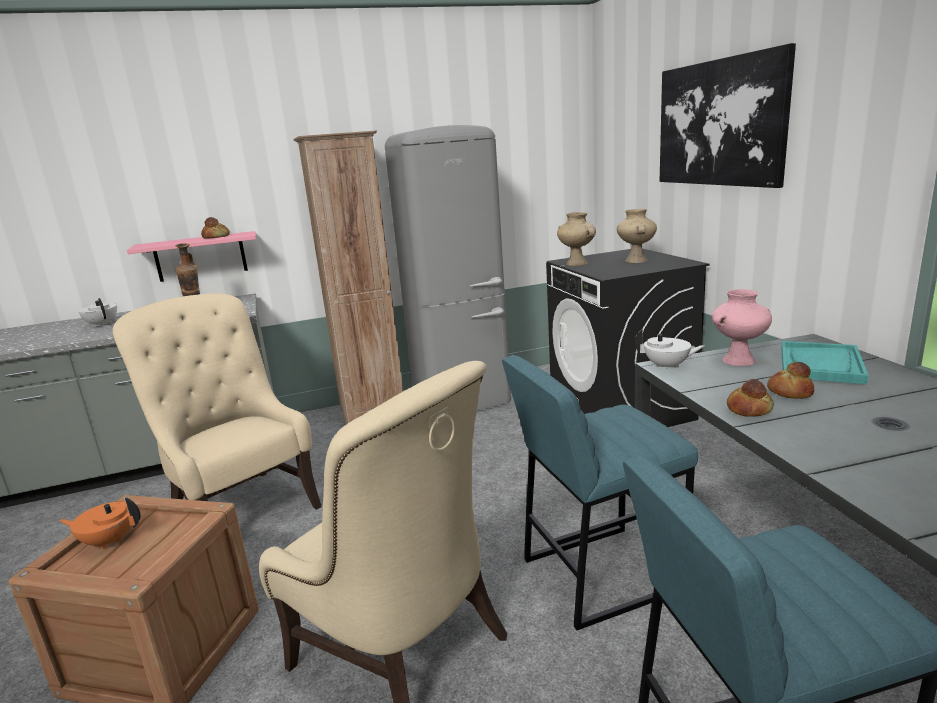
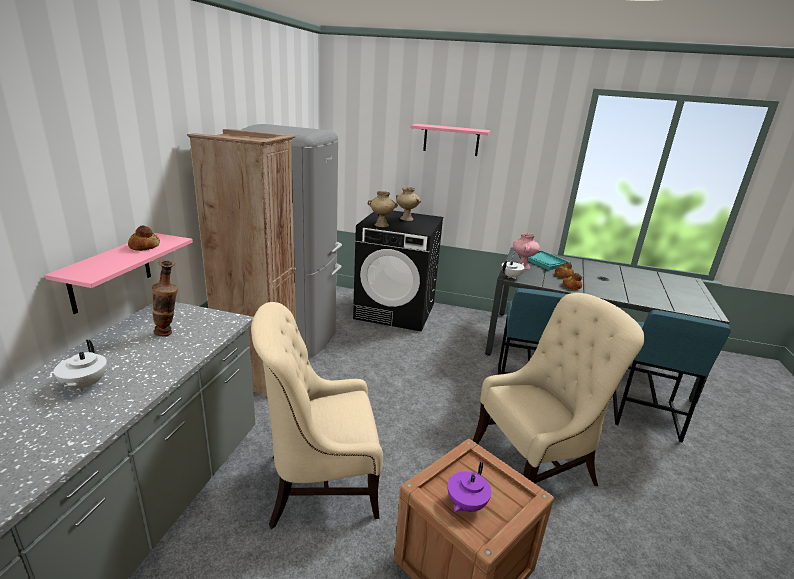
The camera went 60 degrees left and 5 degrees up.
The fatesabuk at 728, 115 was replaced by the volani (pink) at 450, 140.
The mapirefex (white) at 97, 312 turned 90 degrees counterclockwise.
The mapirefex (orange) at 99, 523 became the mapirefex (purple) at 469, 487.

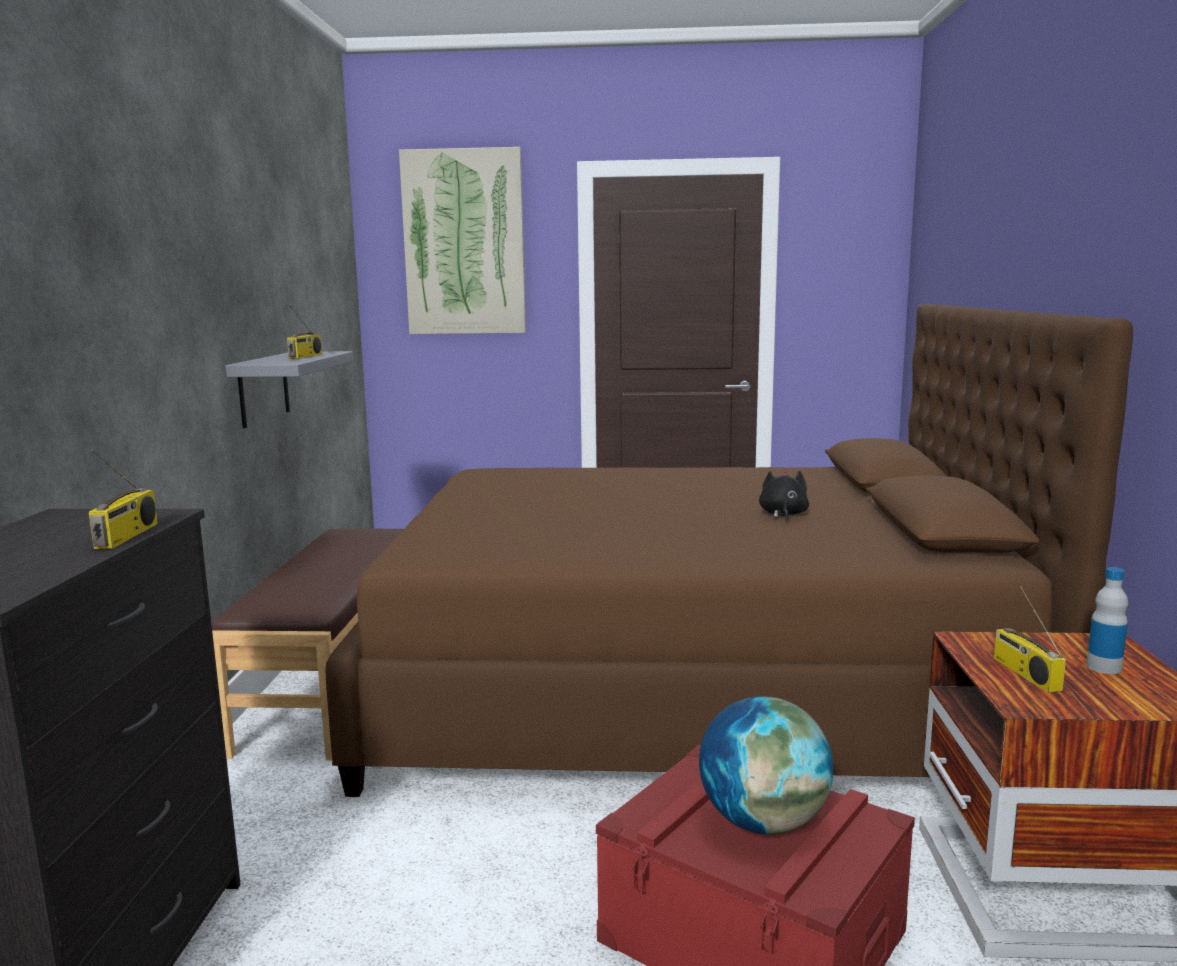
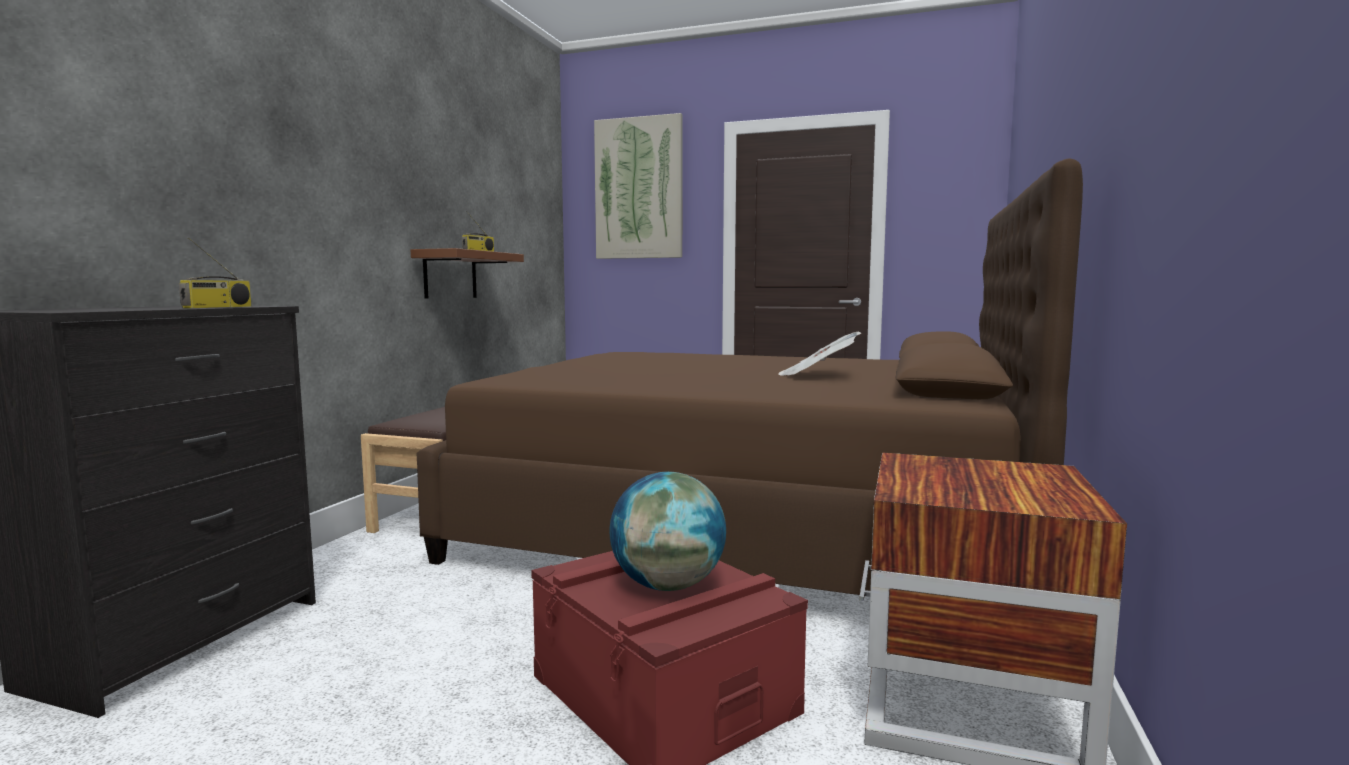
The camera went 15 degrees right and 5 degrees down.
The volani (grey) at 289, 389 became the volani (brown) at 467, 273.
The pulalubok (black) at 784, 496 was replaced by the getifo at 819, 354.
The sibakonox at 1107, 620 disappeared.
The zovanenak at 1030, 639 disappeared.

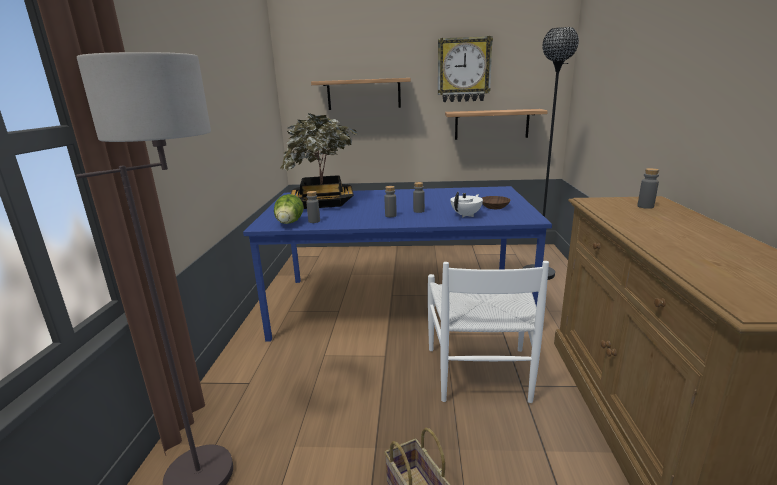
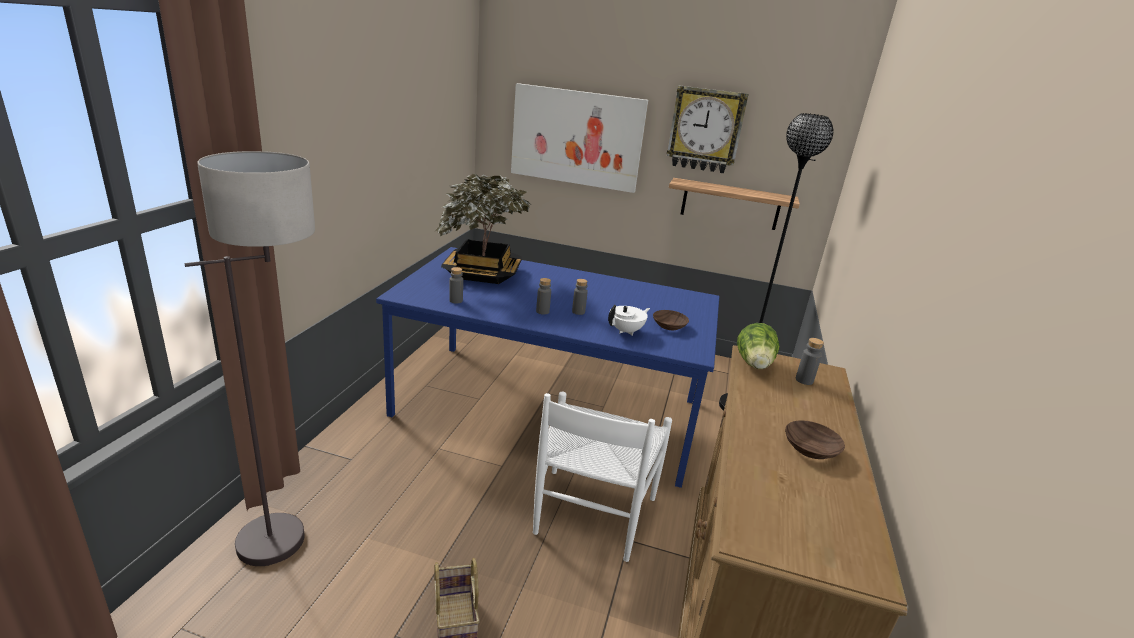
The camera went 10 degrees right and 5 degrees up.
The volani at 361, 94 was replaced by the fatesabuk at 579, 138.
The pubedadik moved from 289, 209 to 758, 346.
The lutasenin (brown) at 815, 439 appeared.

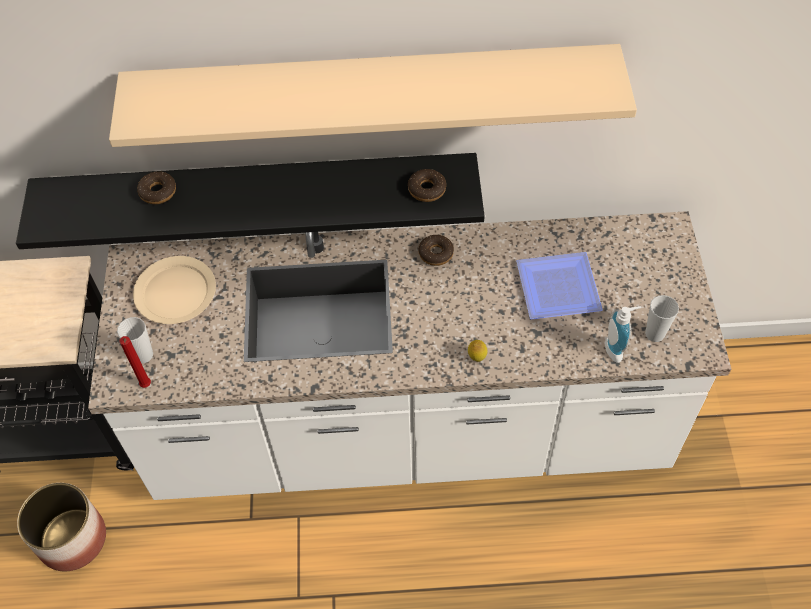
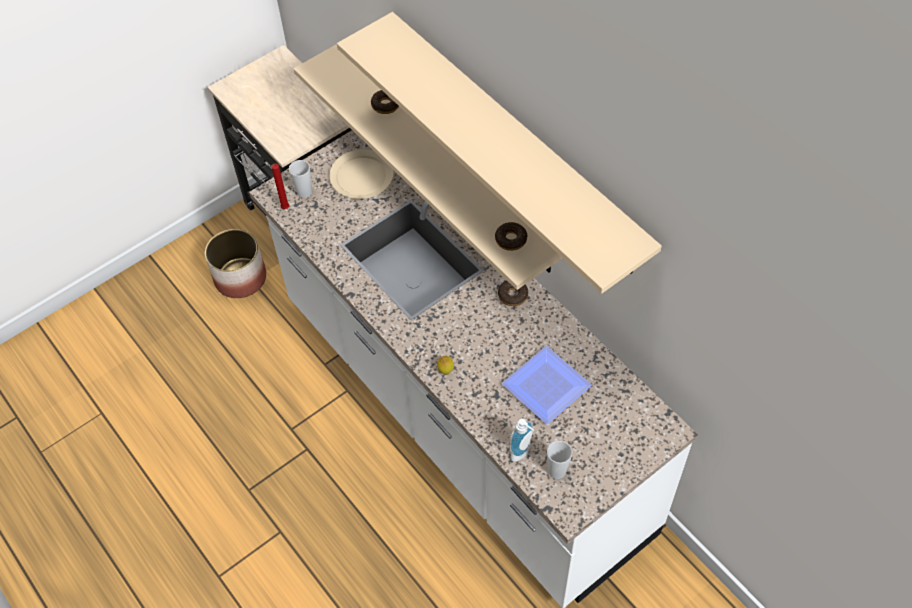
The camera went 55 degrees right and 0 degrees up.
The volani (black) at 250, 201 became the volani (beige) at 428, 167.

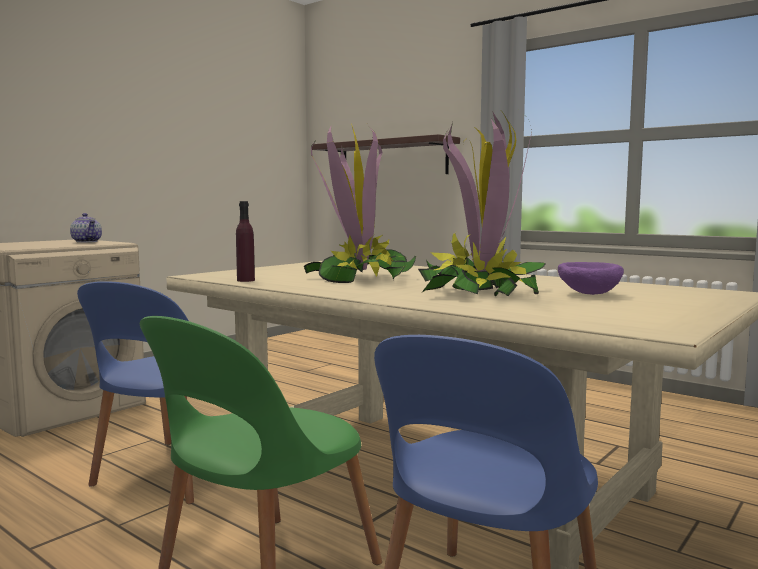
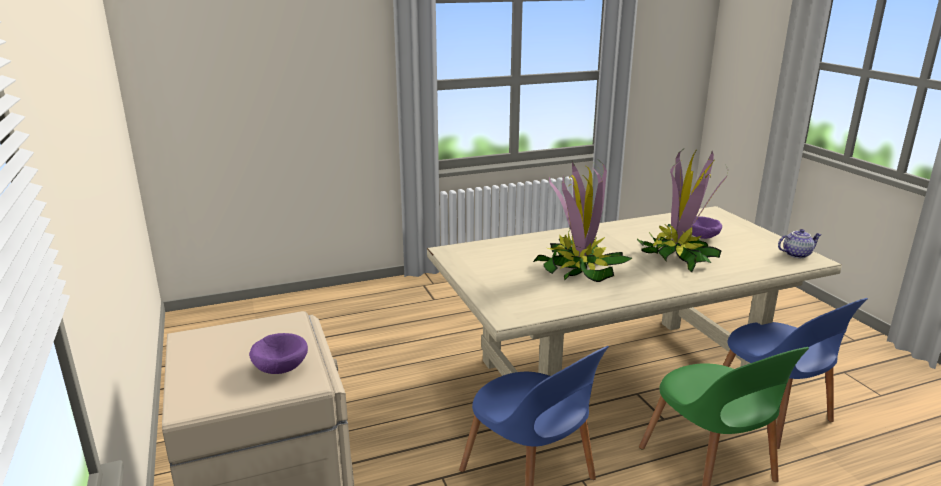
The camera went 60 degrees left and 15 degrees up.
The volani at 386, 154 disappeared.
The sibakonox (purple) at 245, 241 disappeared.
The mapirefex moved from 86, 228 to 800, 243.
The lutasenin (purple) at 278, 353 appeared.

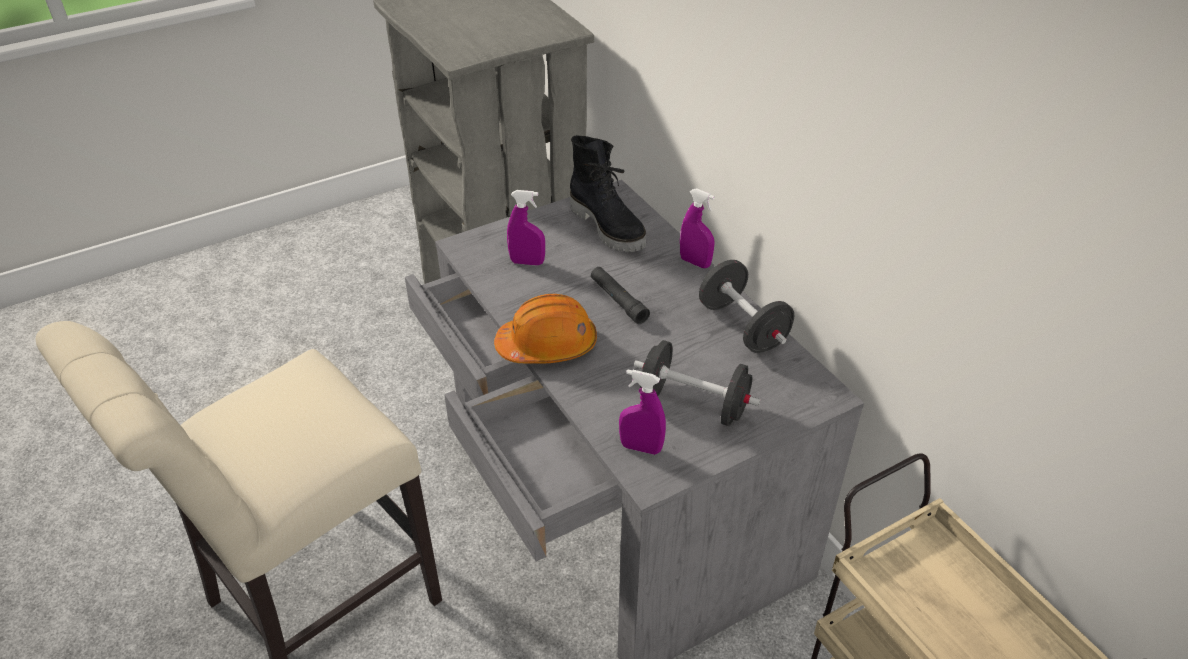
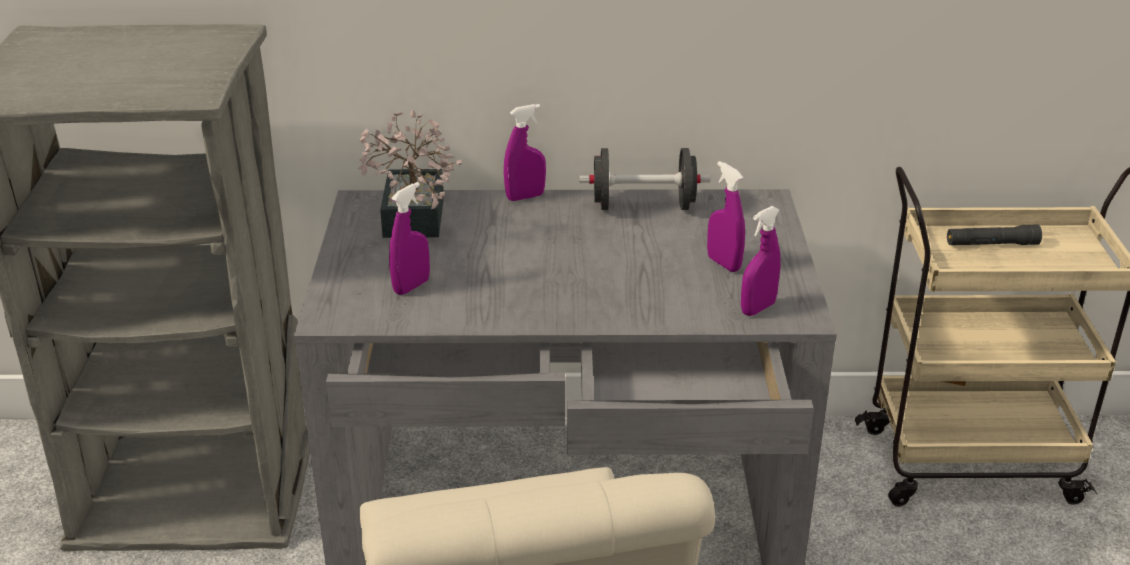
The camera went 60 degrees left and 10 degrees down.
The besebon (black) at 608, 193 was replaced by the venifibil at 410, 174.
The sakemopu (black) moved from 620, 295 to 994, 234.
The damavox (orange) at 545, 329 disappeared.
The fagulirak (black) at 697, 383 was replaced by the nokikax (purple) at 726, 216.

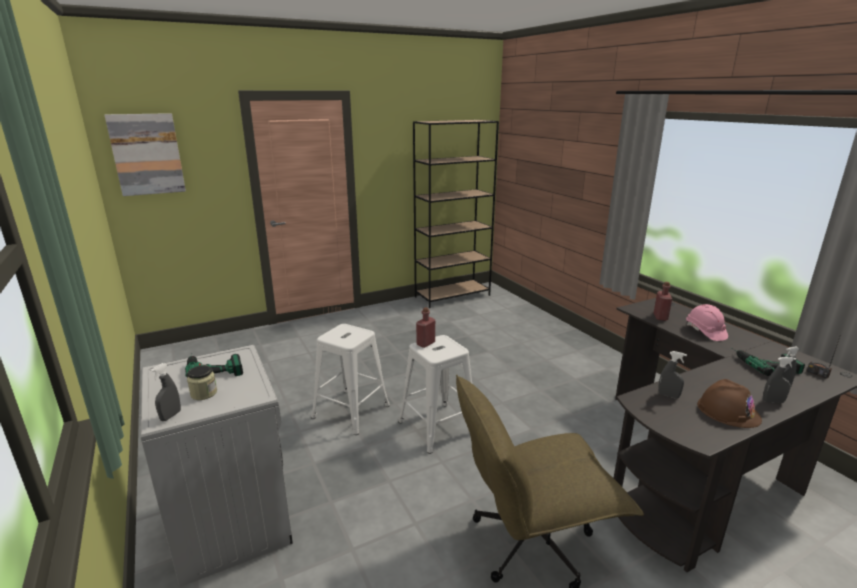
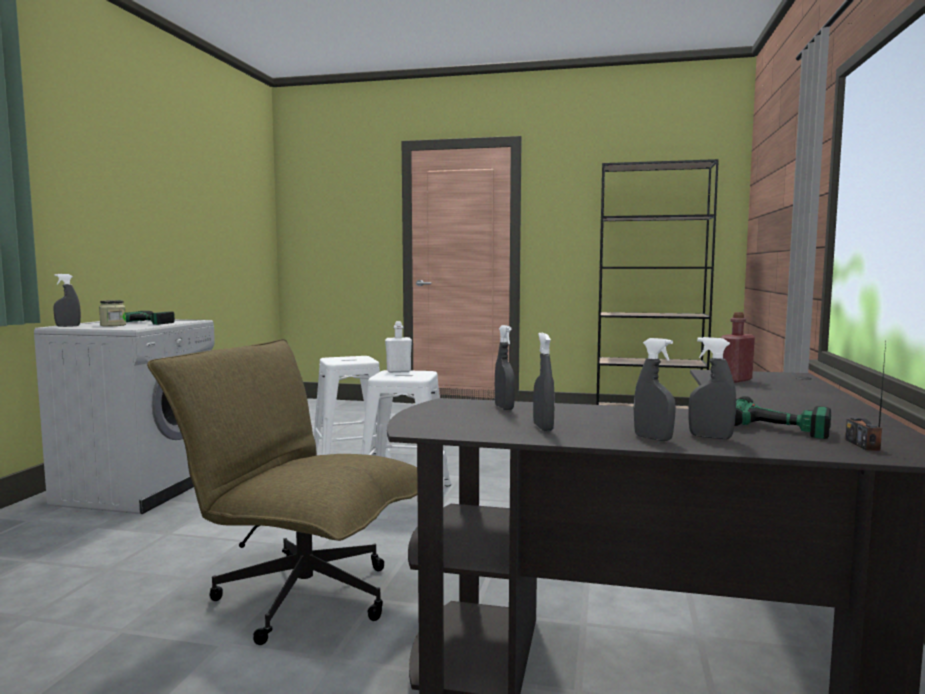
The camera went 40 degrees right and 15 degrees down.
The fatesabuk at 145, 154 disappeared.
The damavox (pink) at 707, 322 disappeared.
The sibakonox (red) at 425, 327 became the sibakonox (white) at 398, 347.
The damavox (brown) at 729, 403 was replaced by the nokikax (grey) at 544, 382.

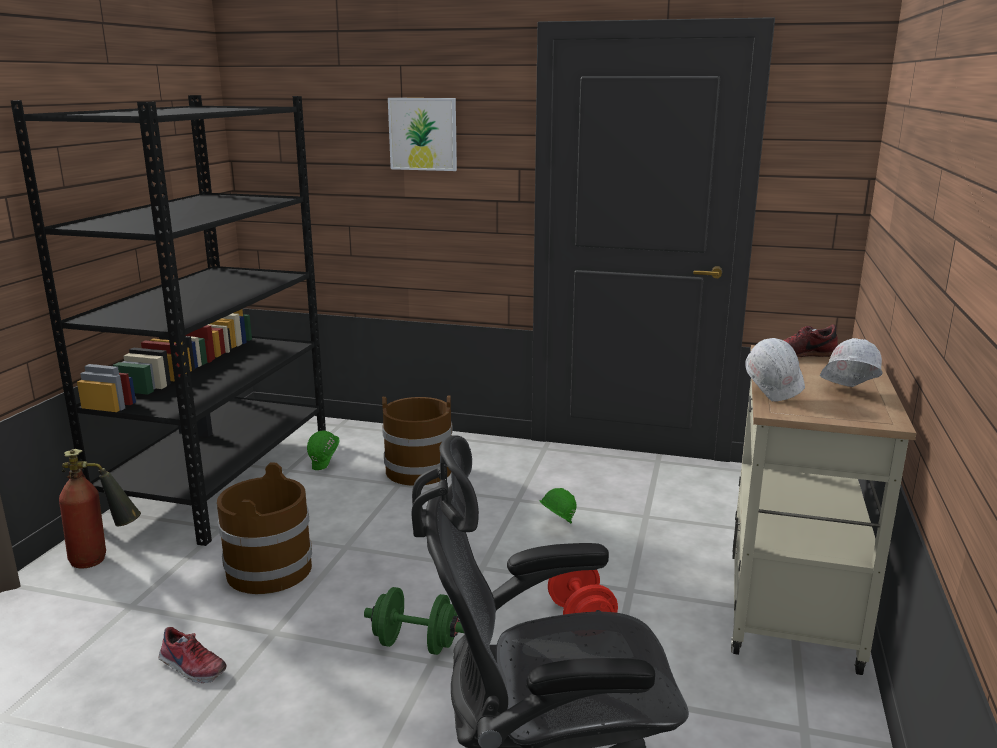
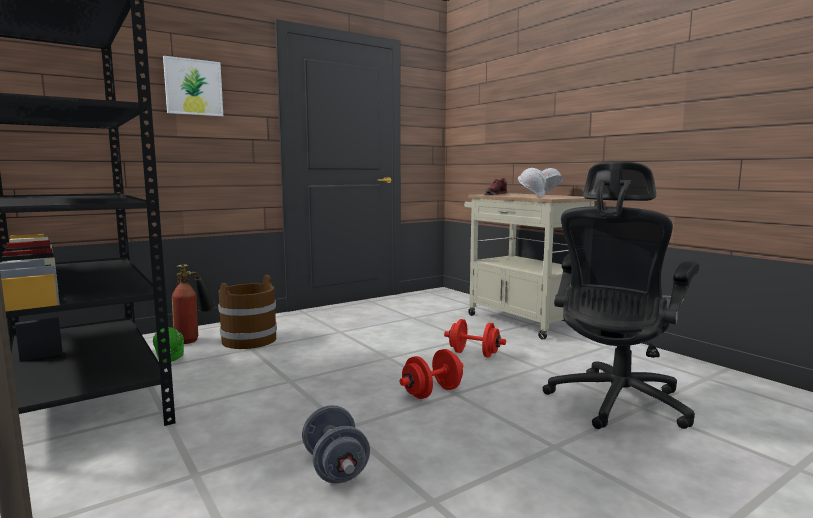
The camera went 50 degrees left and 10 degrees down.
The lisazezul moved from 100, 509 to 194, 304.
The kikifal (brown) at 264, 528 disappeared.
The damavox (green) at 558, 506 disappeared.
The fagulirak (green) at 414, 621 became the fagulirak (red) at 431, 374.
The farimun at 192, 655 was replaced by the fagulirak (grey) at 336, 444.

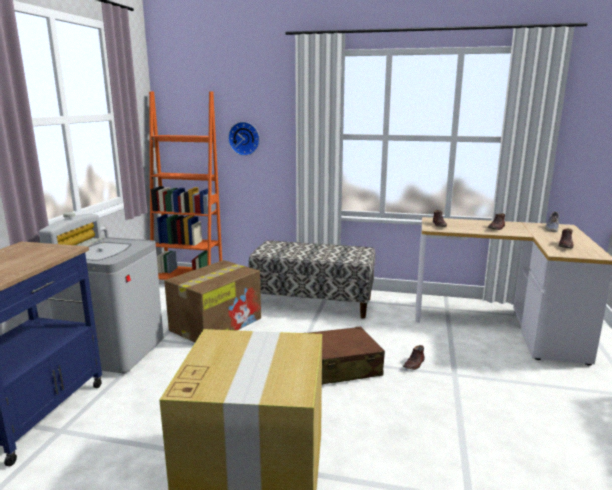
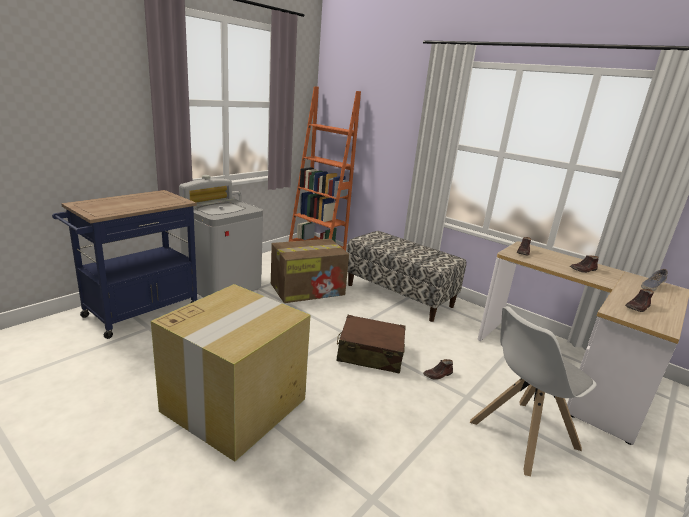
The camera went 25 degrees right and 5 degrees up.
The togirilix at 244, 139 disappeared.
The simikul at 533, 391 appeared.

